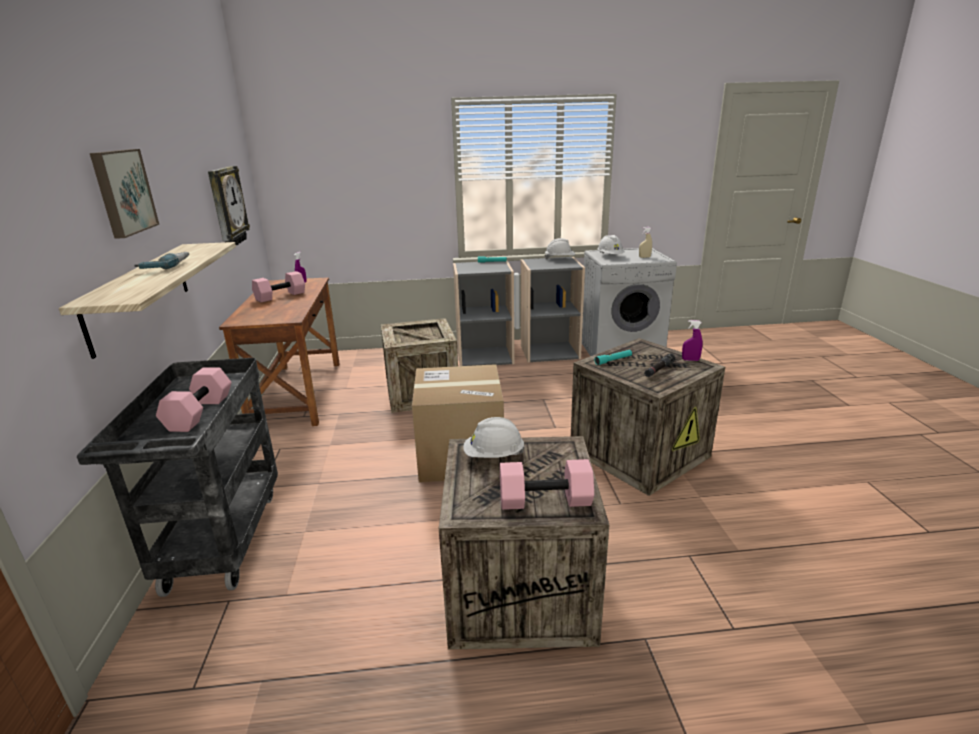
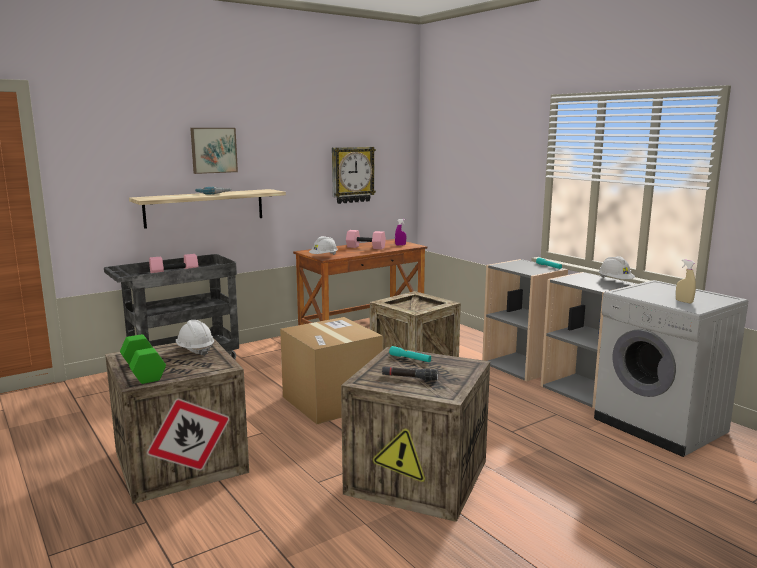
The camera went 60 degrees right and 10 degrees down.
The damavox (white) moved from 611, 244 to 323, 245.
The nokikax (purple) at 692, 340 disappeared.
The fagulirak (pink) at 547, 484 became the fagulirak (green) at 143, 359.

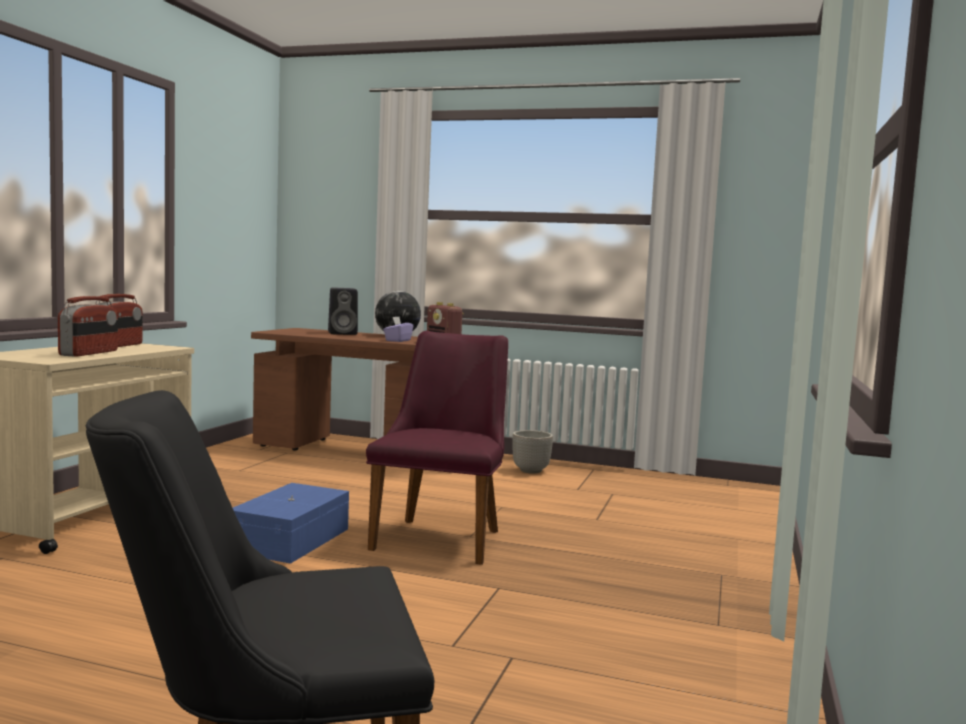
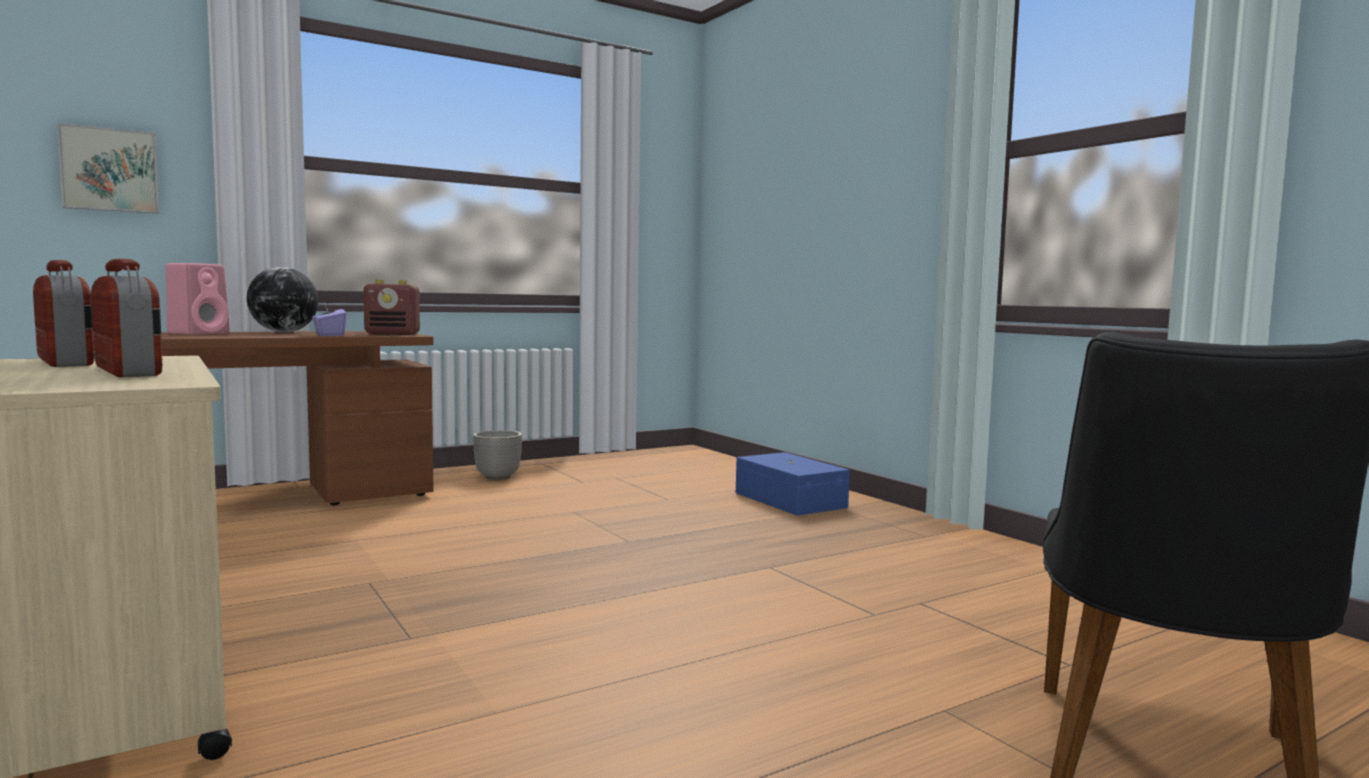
The camera went 50 degrees left and 0 degrees up.
The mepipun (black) at 343, 311 became the mepipun (pink) at 197, 299.
The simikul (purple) at 437, 448 disappeared.
The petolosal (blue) moved from 291, 523 to 793, 484.
The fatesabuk at 108, 168 appeared.

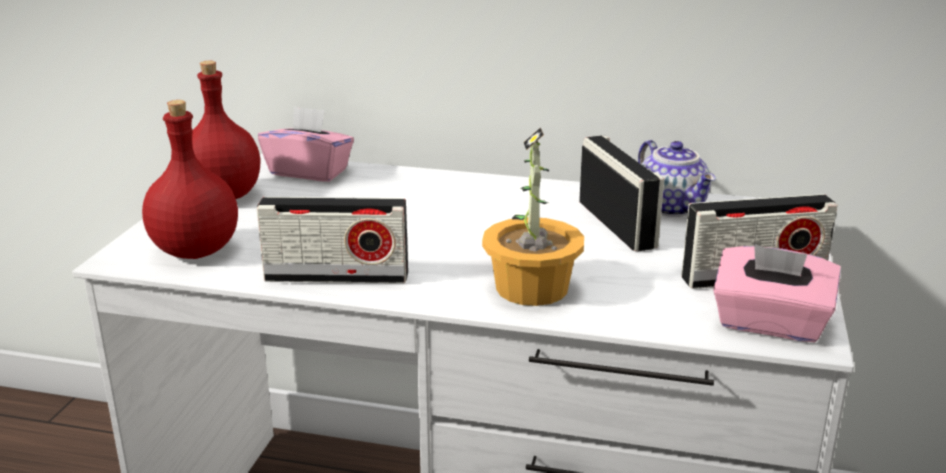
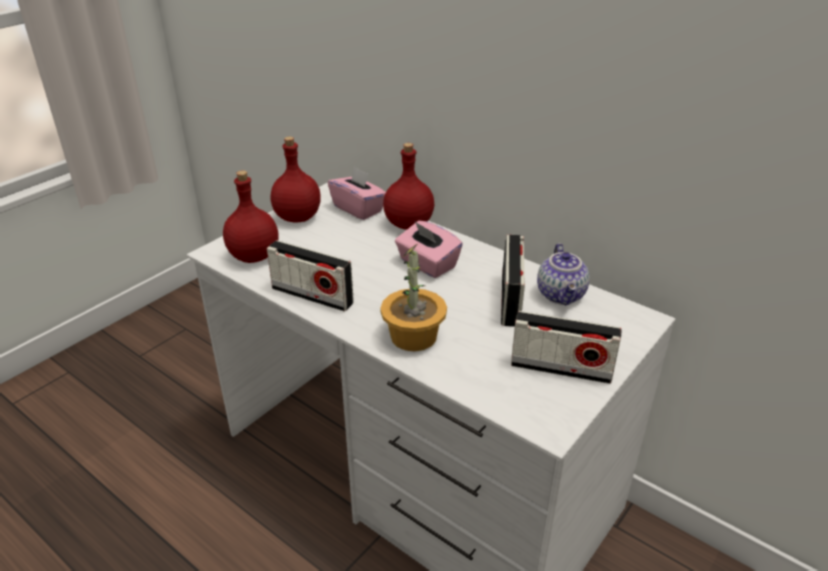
The camera went 25 degrees right and 10 degrees up.
The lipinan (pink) moved from 777, 293 to 429, 249.
The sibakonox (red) at 408, 186 appeared.

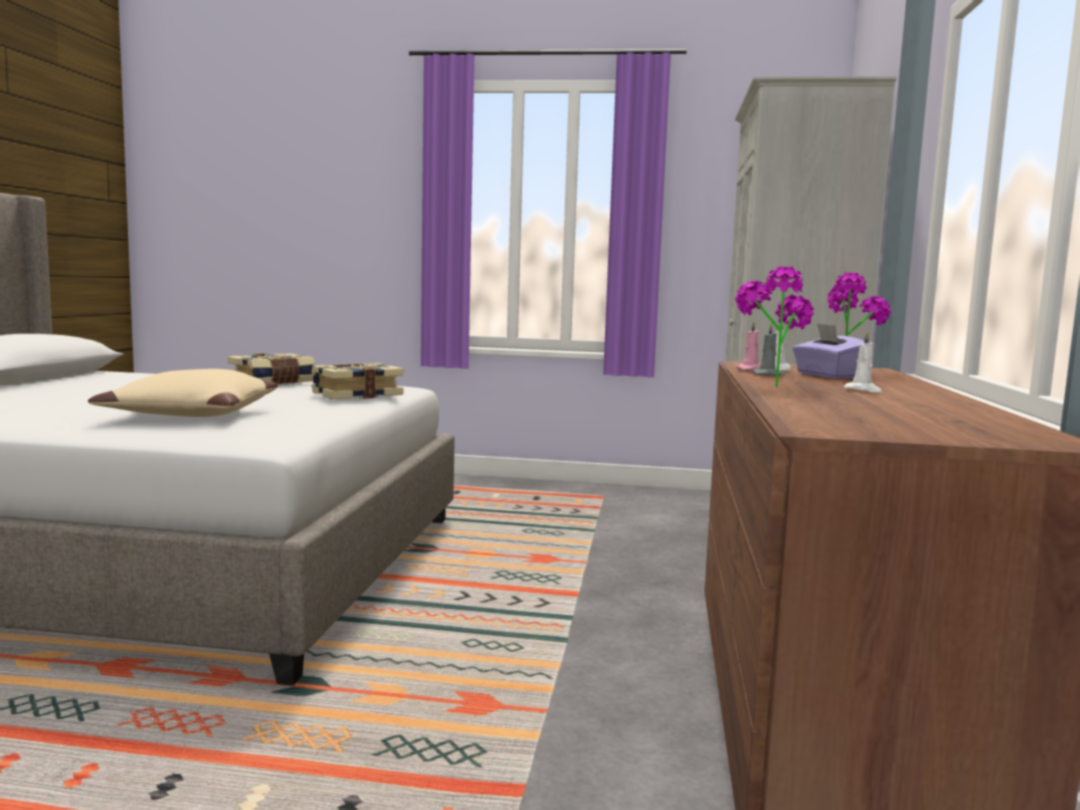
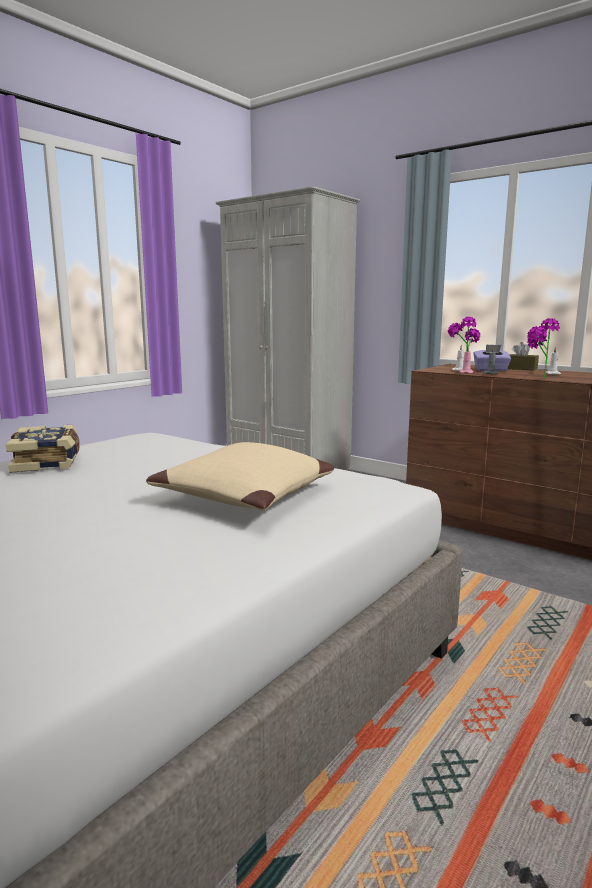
The camera went 60 degrees left and 5 degrees up.
The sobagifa at 357, 381 disappeared.
The lipinan (brown) at 523, 356 appeared.

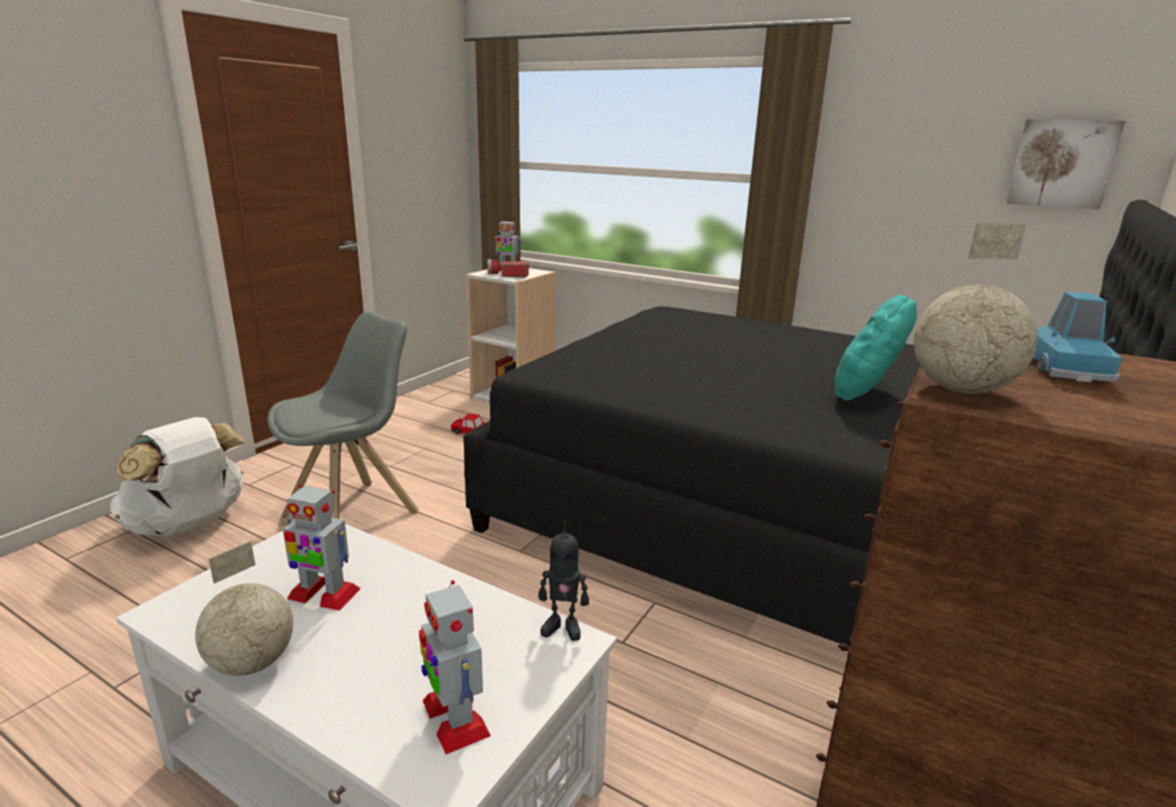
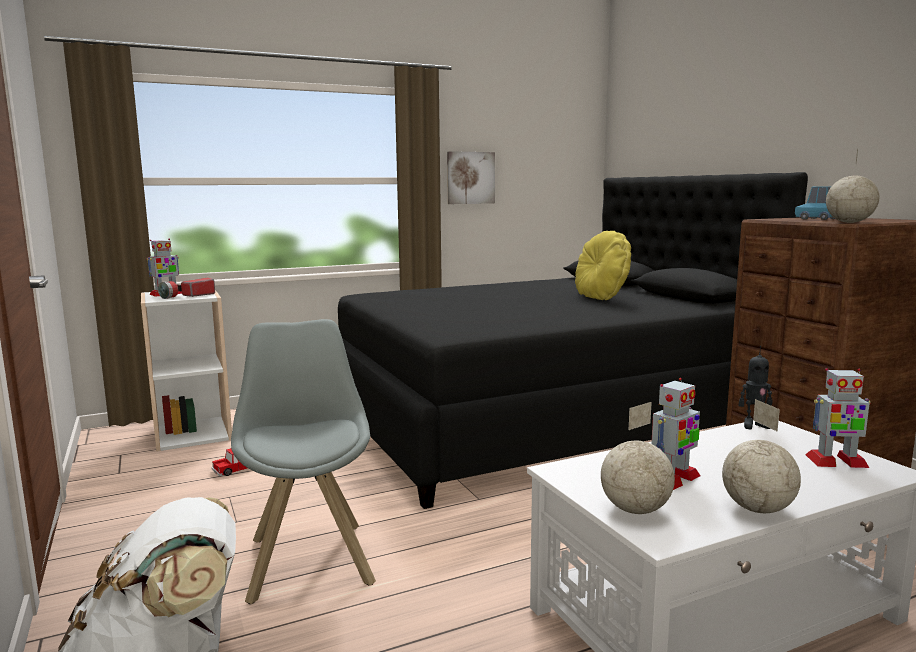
The camera went 55 degrees left and 10 degrees down.
The fatesabuk moved from 1065, 164 to 471, 177.
The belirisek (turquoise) at 876, 347 became the belirisek (yellow) at 603, 265.
The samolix at 563, 581 turned 45 degrees clockwise.
The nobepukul at 638, 458 appeared.

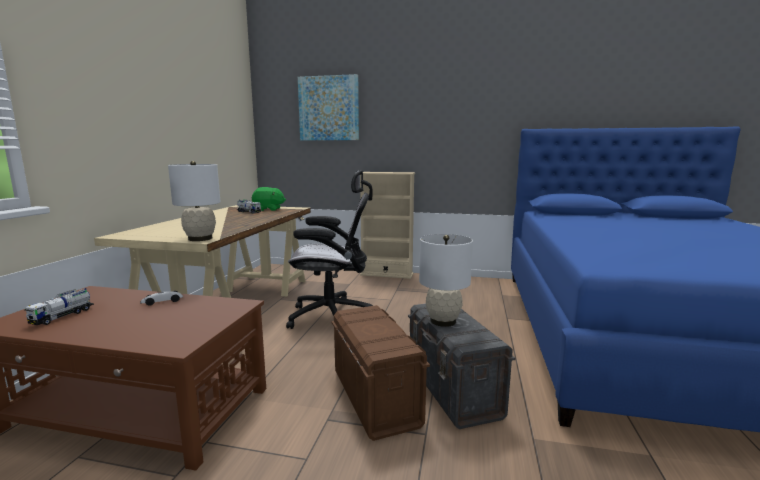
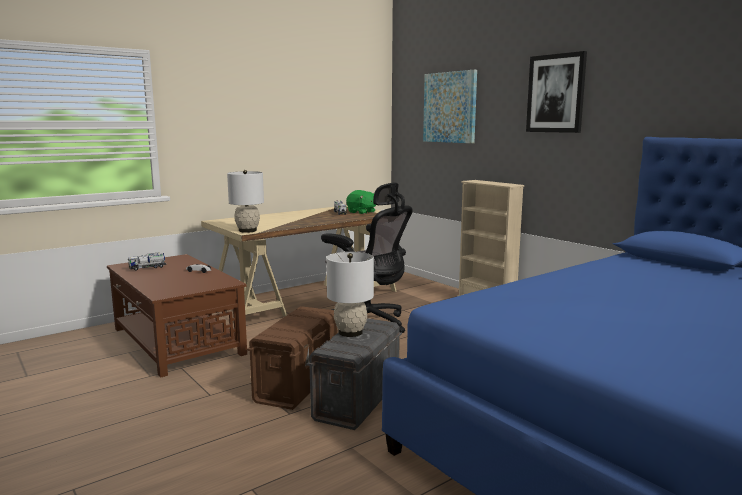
The camera went 40 degrees right and 0 degrees up.
The fatesabuk at 556, 92 appeared.

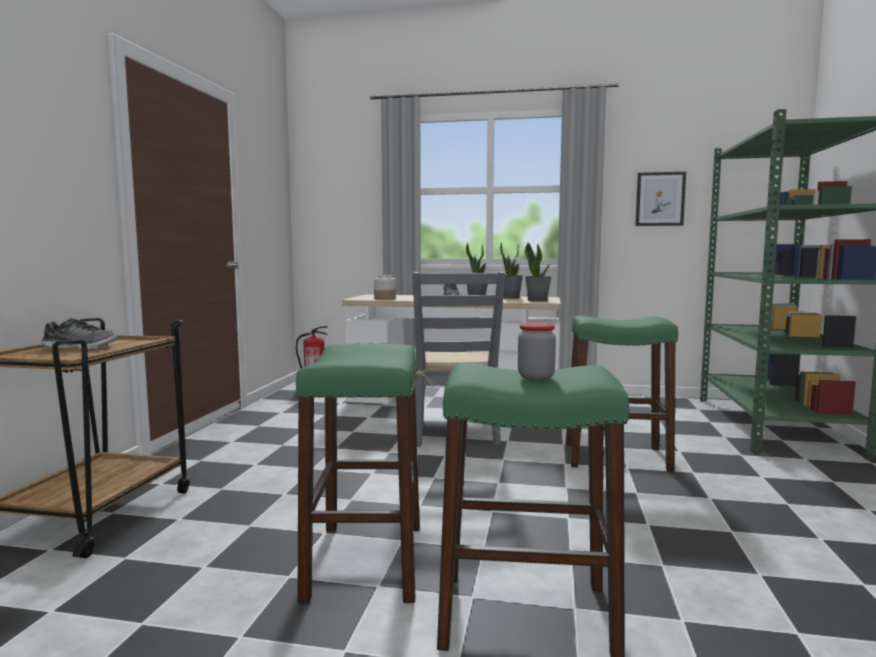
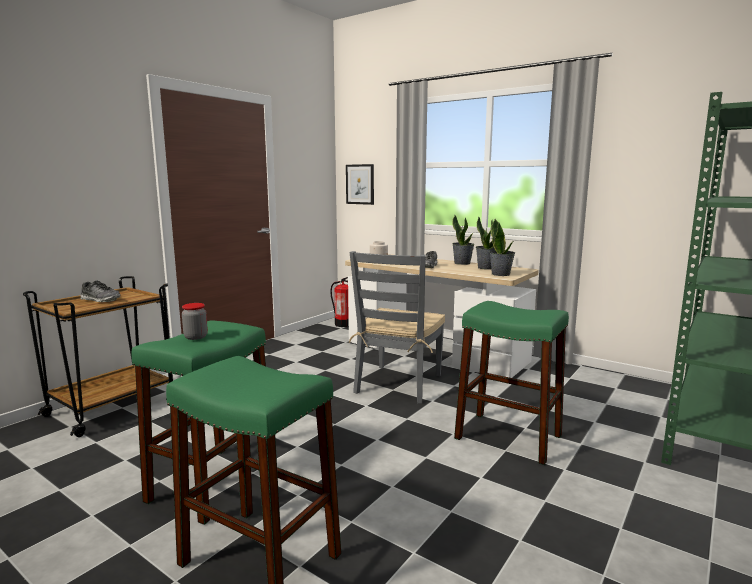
The camera went 25 degrees right and 5 degrees up.
The fatesabuk moved from 660, 199 to 360, 184.
The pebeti moved from 537, 351 to 195, 321.

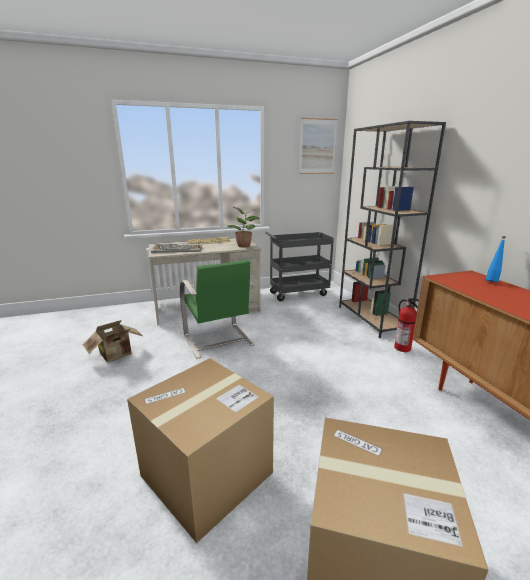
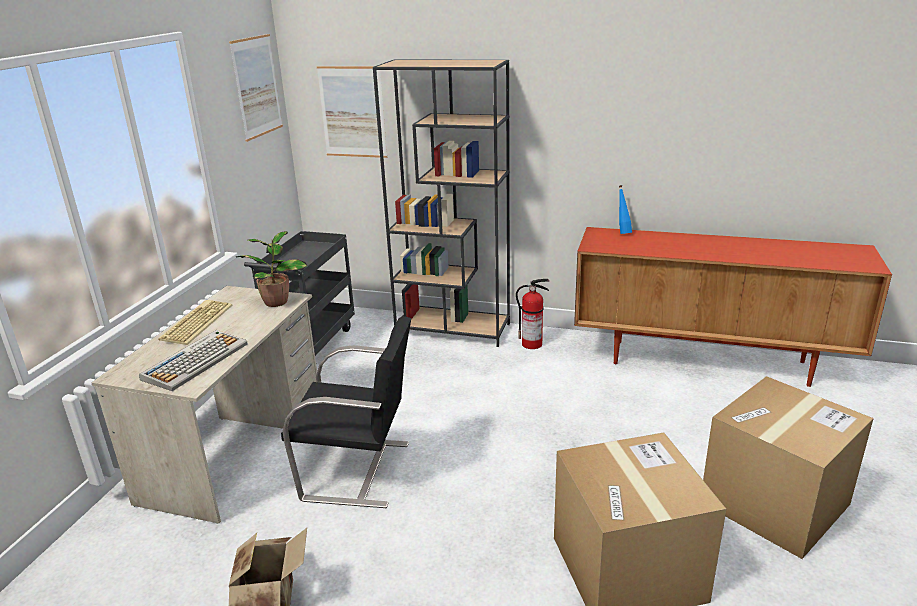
The camera went 55 degrees left and 5 degrees up.
The simikul (green) at 217, 309 became the simikul (black) at 346, 412.
The fatesabuk at 352, 112 appeared.

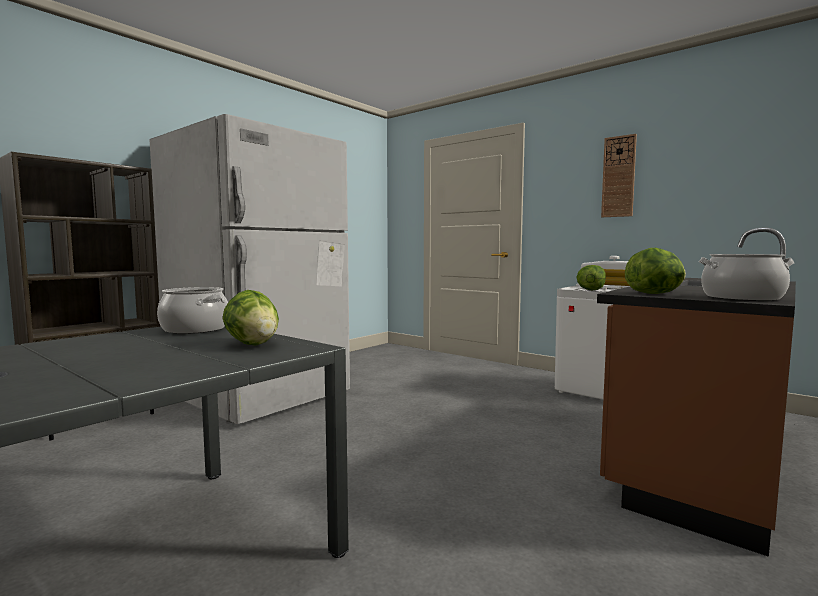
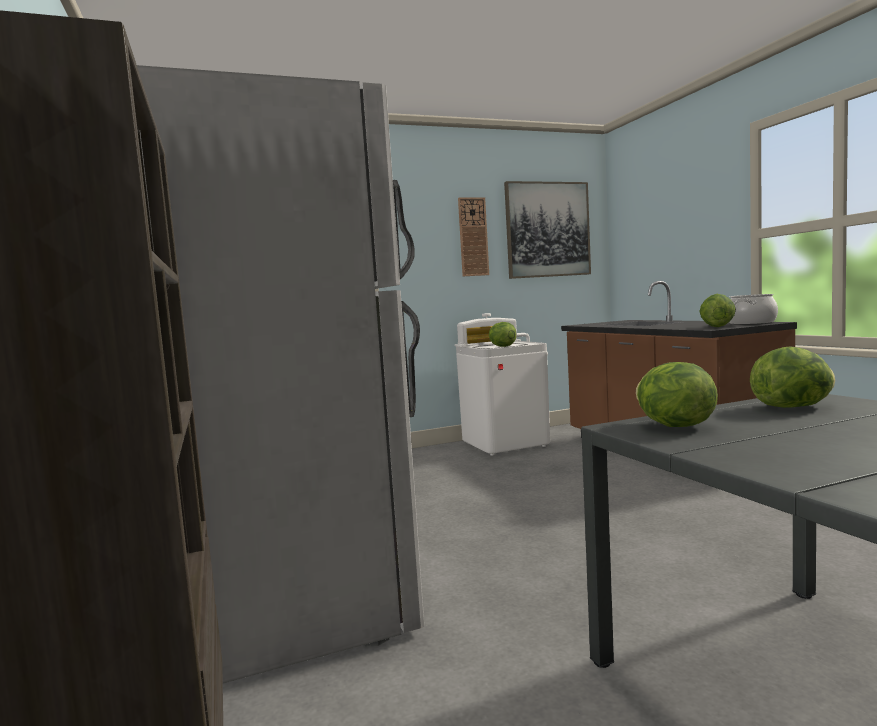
The camera went 60 degrees left and 0 degrees up.
The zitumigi at 192, 310 was replaced by the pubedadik at 677, 394.
The fatesabuk at 547, 230 appeared.

